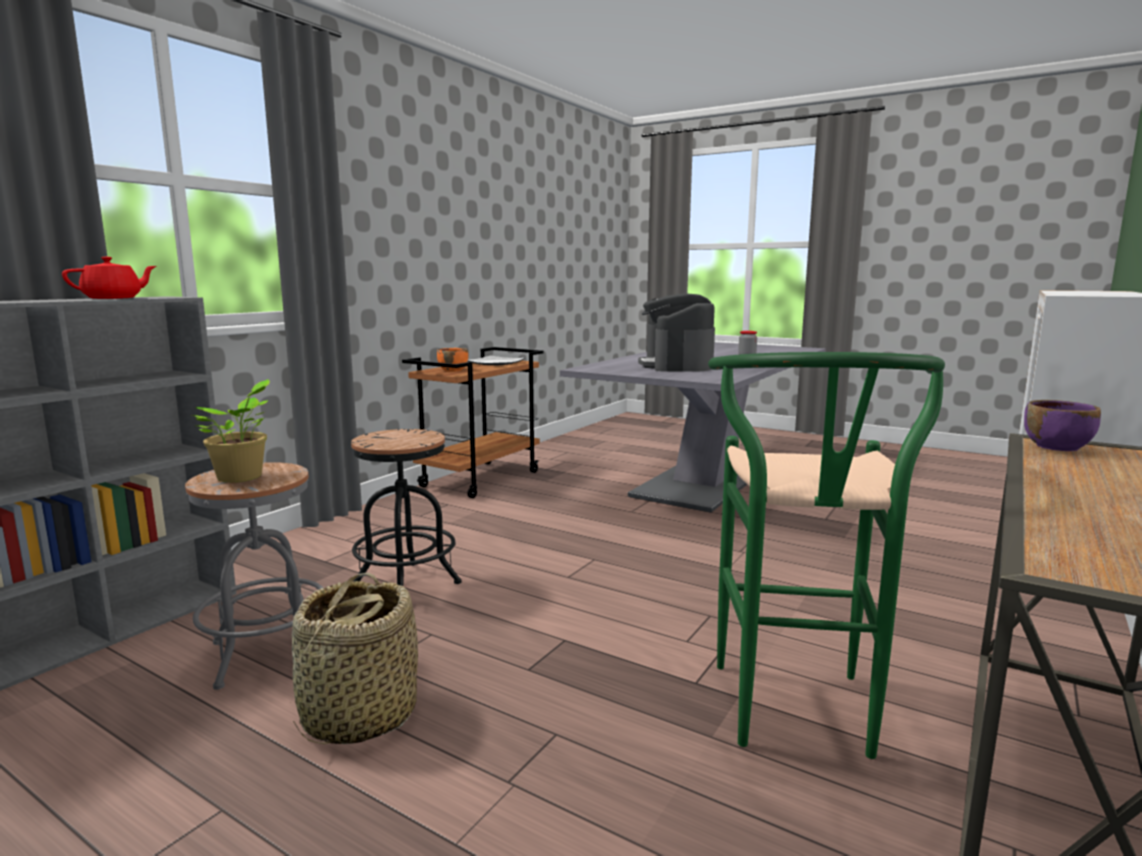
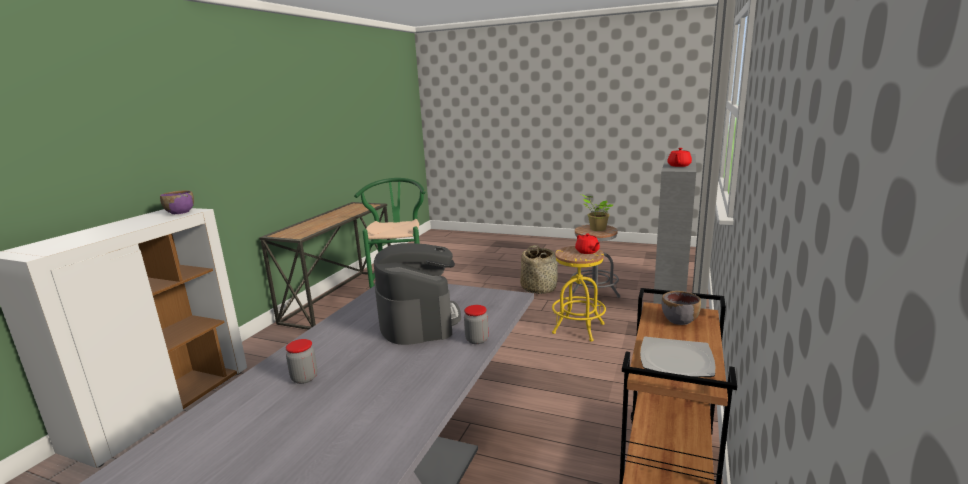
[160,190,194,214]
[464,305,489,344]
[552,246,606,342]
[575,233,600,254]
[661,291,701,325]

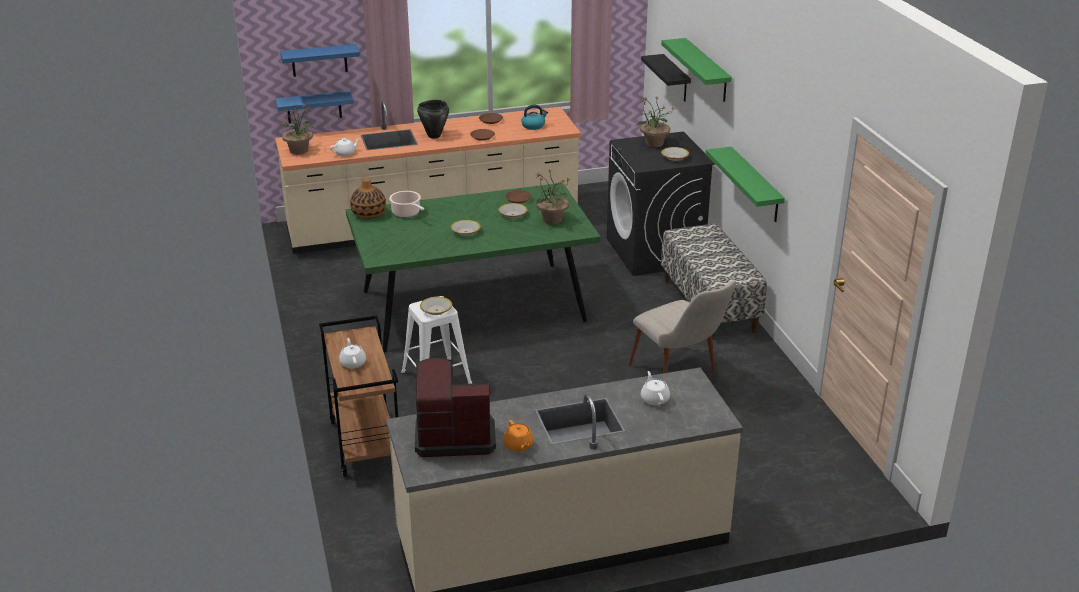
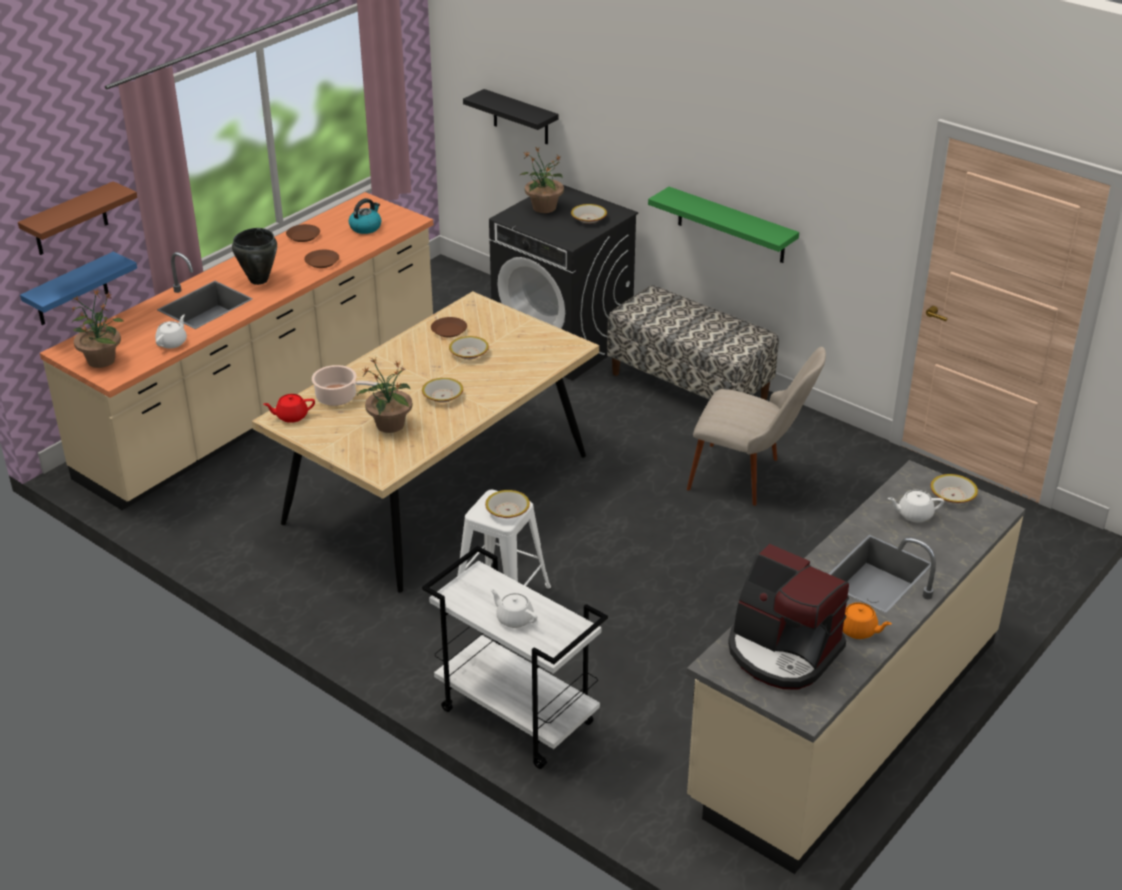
[18,181,138,255]
[252,291,599,593]
[263,394,315,423]
[357,358,413,433]
[422,546,608,769]
[728,544,849,690]
[888,490,944,522]
[930,474,978,503]
[661,38,732,102] (first image)

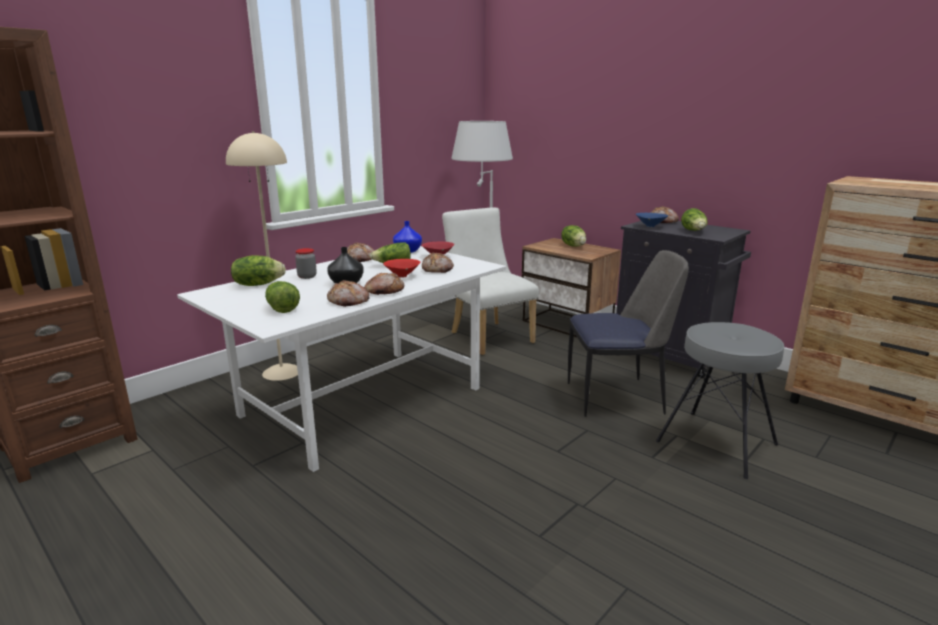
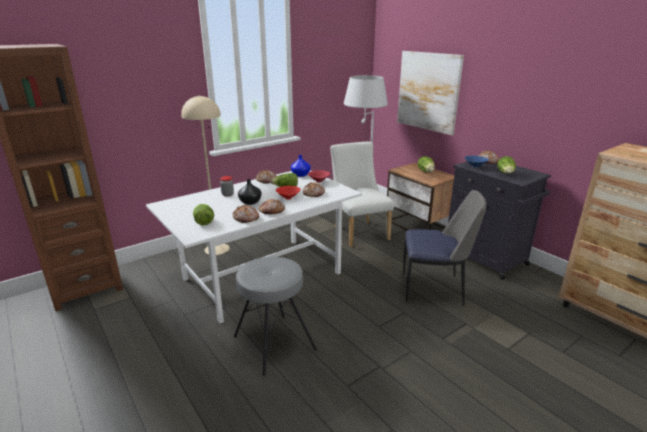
[234,257,317,376]
[397,51,464,135]
[231,255,286,286] (first image)

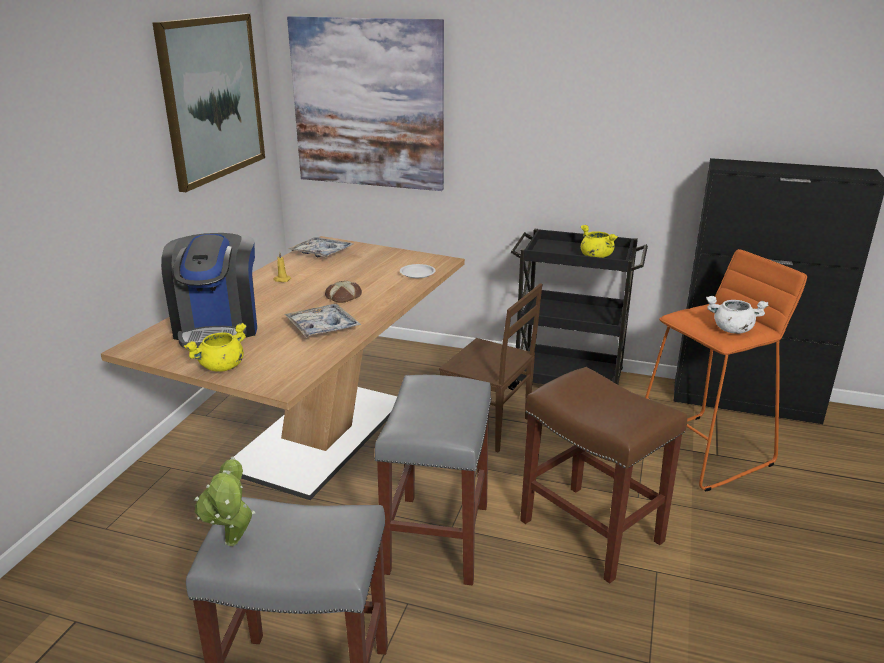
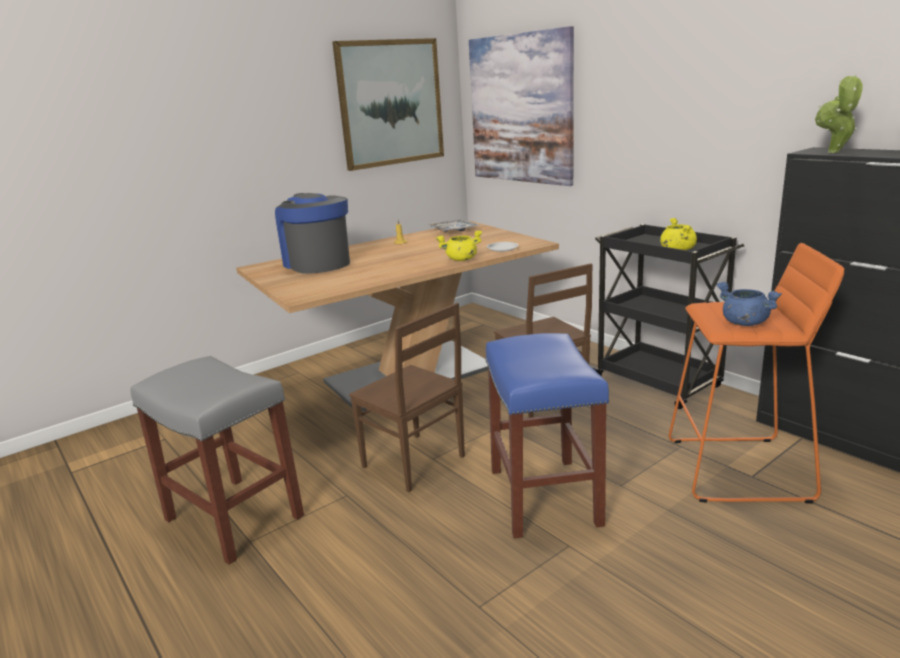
[275,193,350,274]
[349,303,465,492]
[436,230,482,261]
[485,333,609,538]
[716,282,782,326]
[815,74,864,153]
[284,304,361,338] (first image)
[325,281,362,303] (first image)

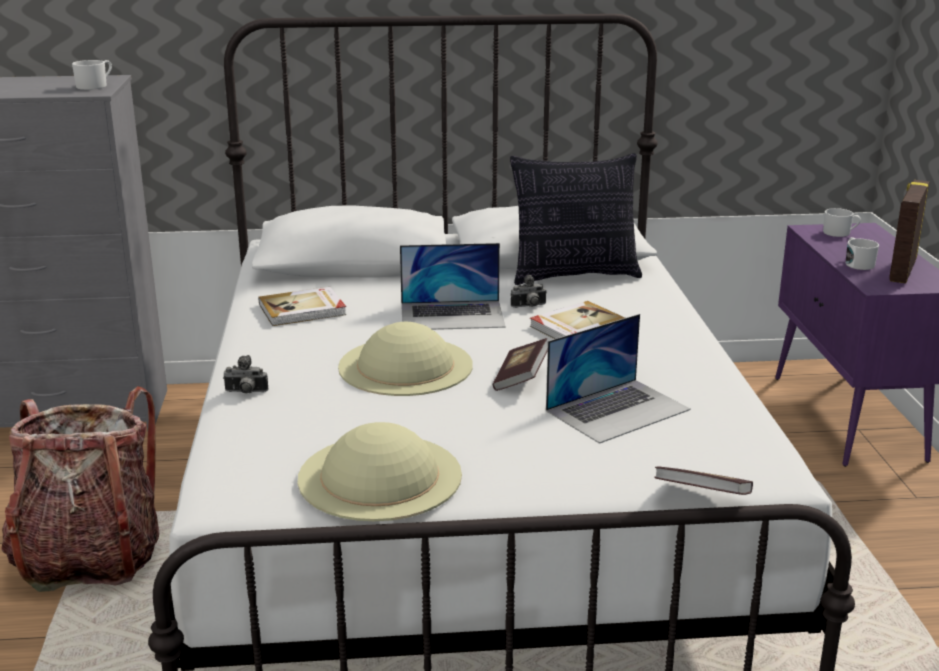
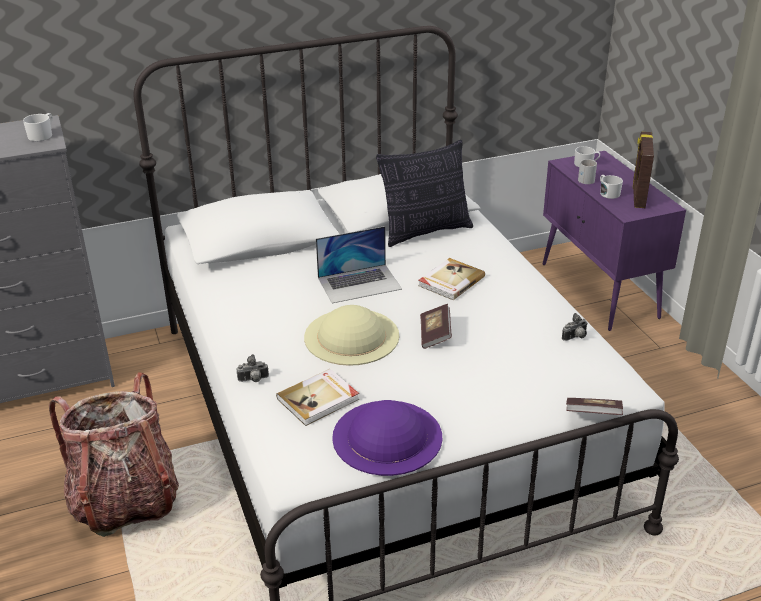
[276,369,359,426]
[332,400,442,476]
[562,313,588,341]
[578,159,597,184]
[546,314,691,444] (first image)

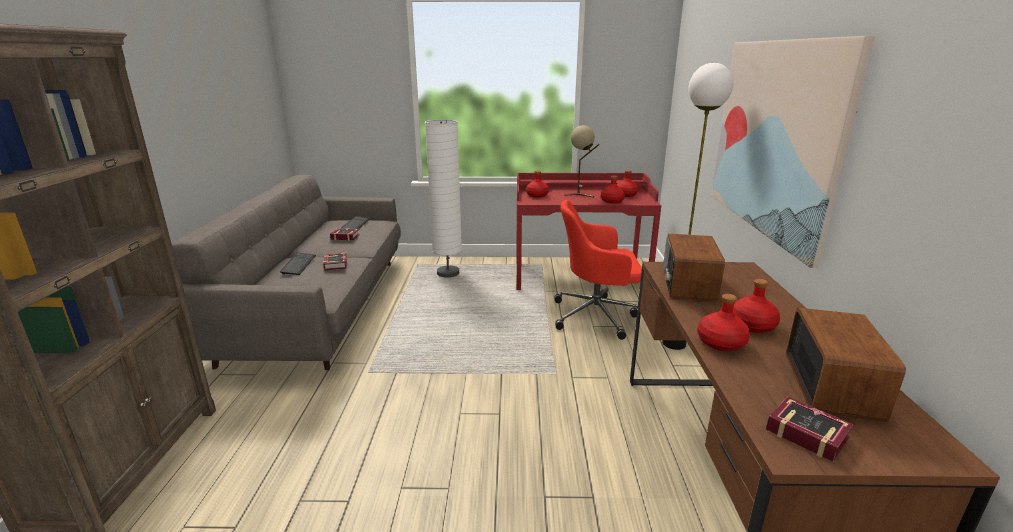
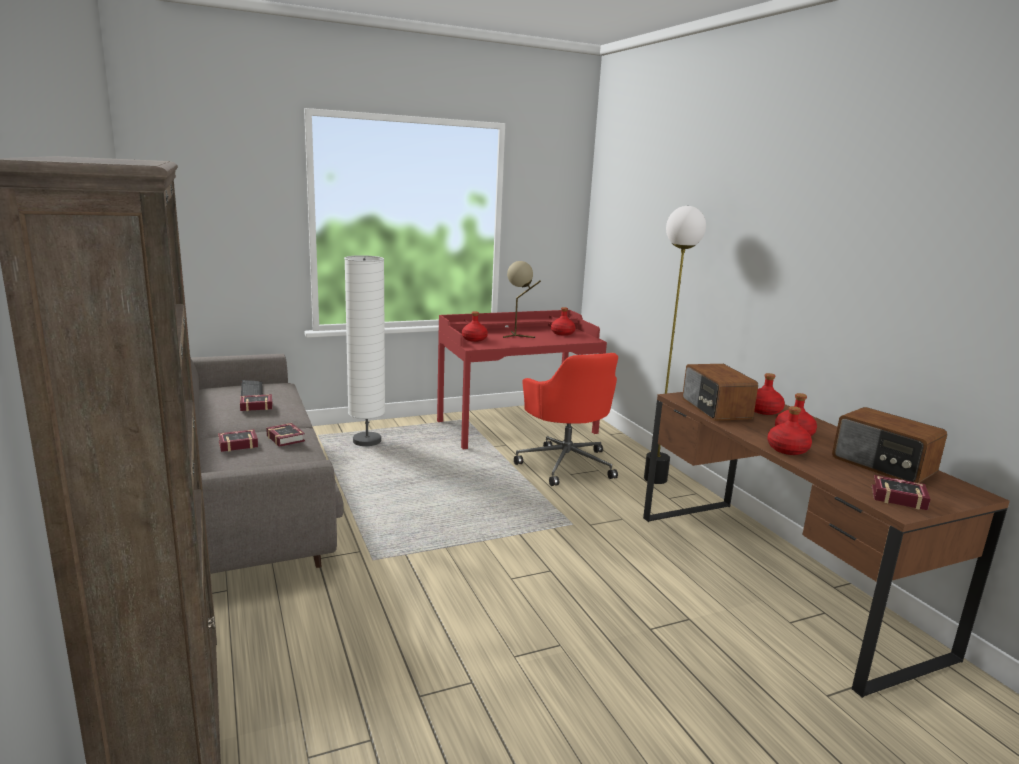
[218,429,258,452]
[514,353,618,486]
[754,373,785,415]
[832,407,947,483]
[711,36,875,268] (first image)

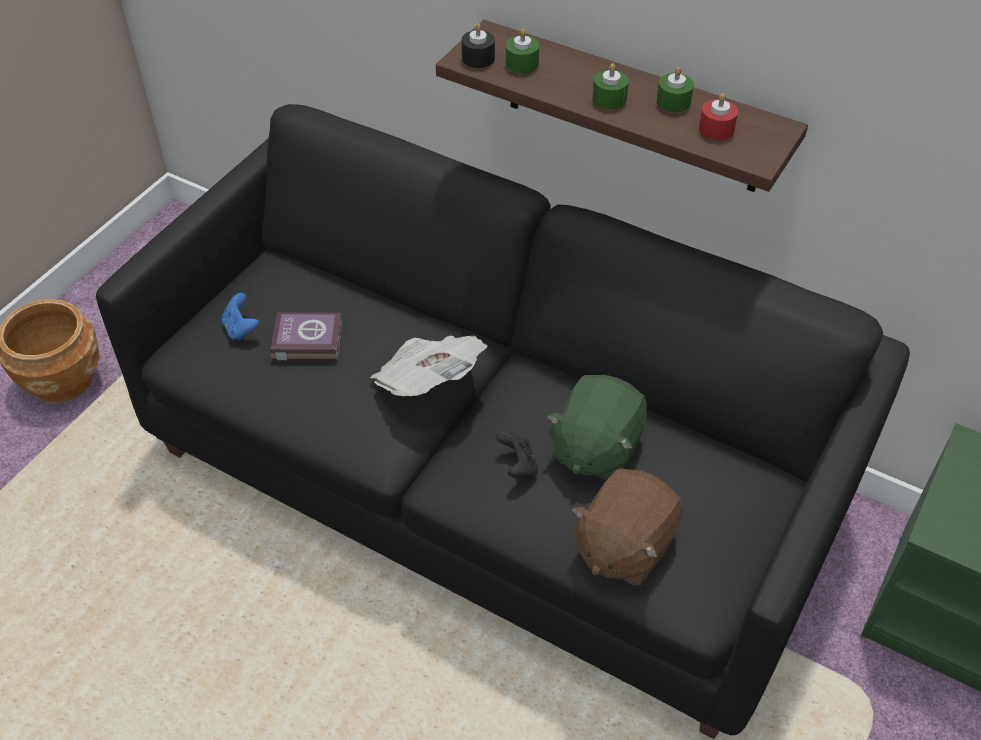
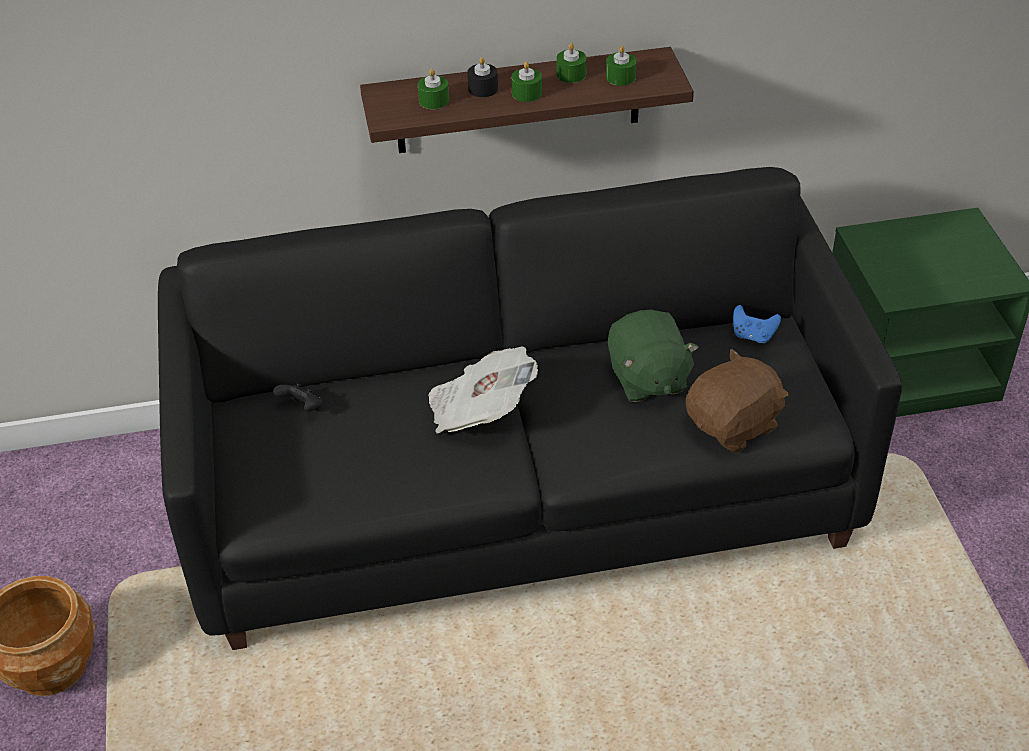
[273,383,322,412]
[467,57,498,97]
[606,46,637,86]
[686,348,789,453]
[733,305,781,344]
[270,312,342,361] (first image)

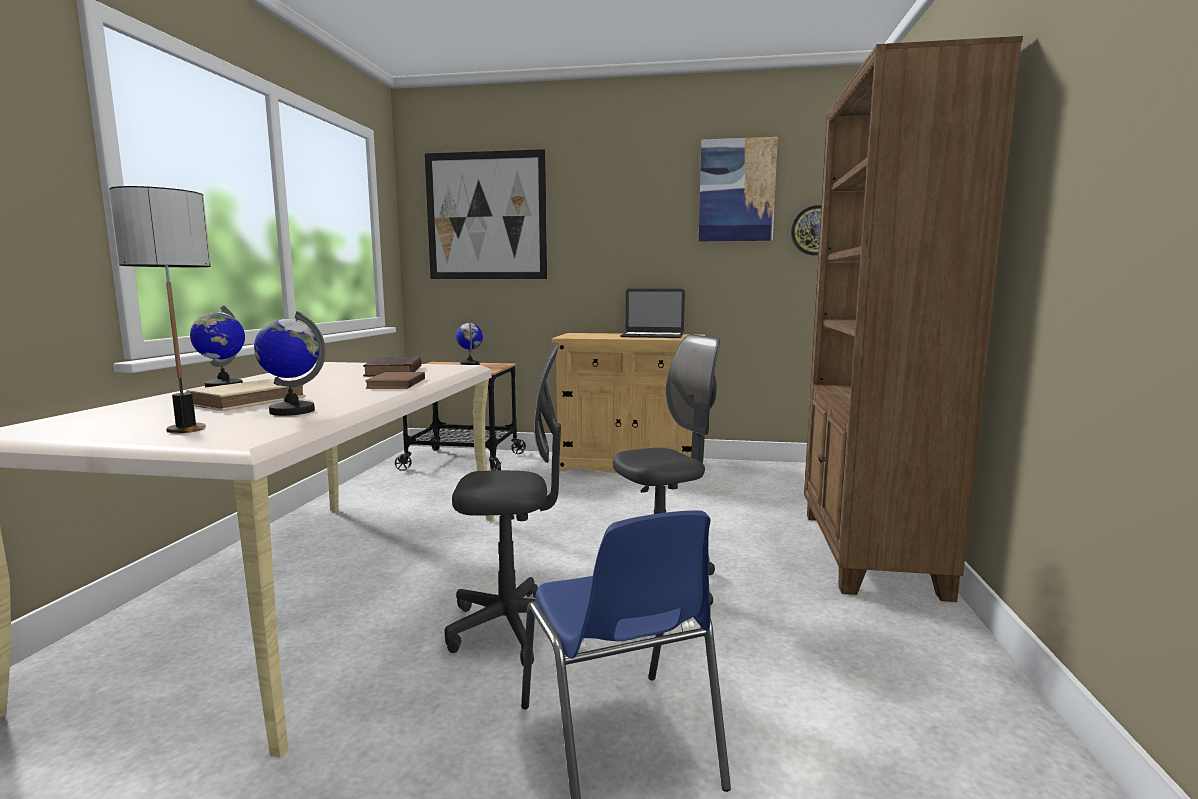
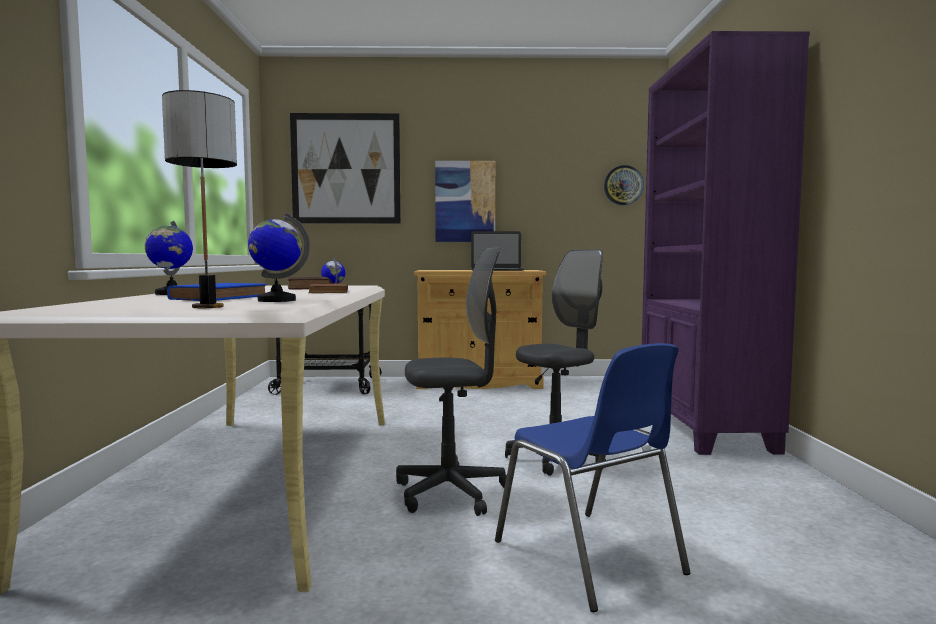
[167,283,267,301]
[435,161,495,242]
[642,31,810,455]

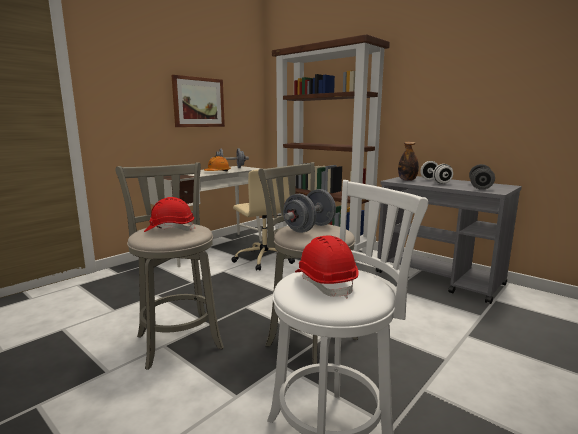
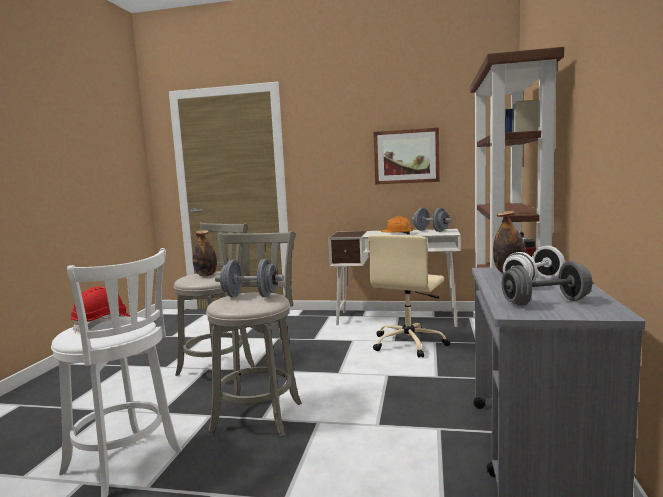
[193,230,217,276]

